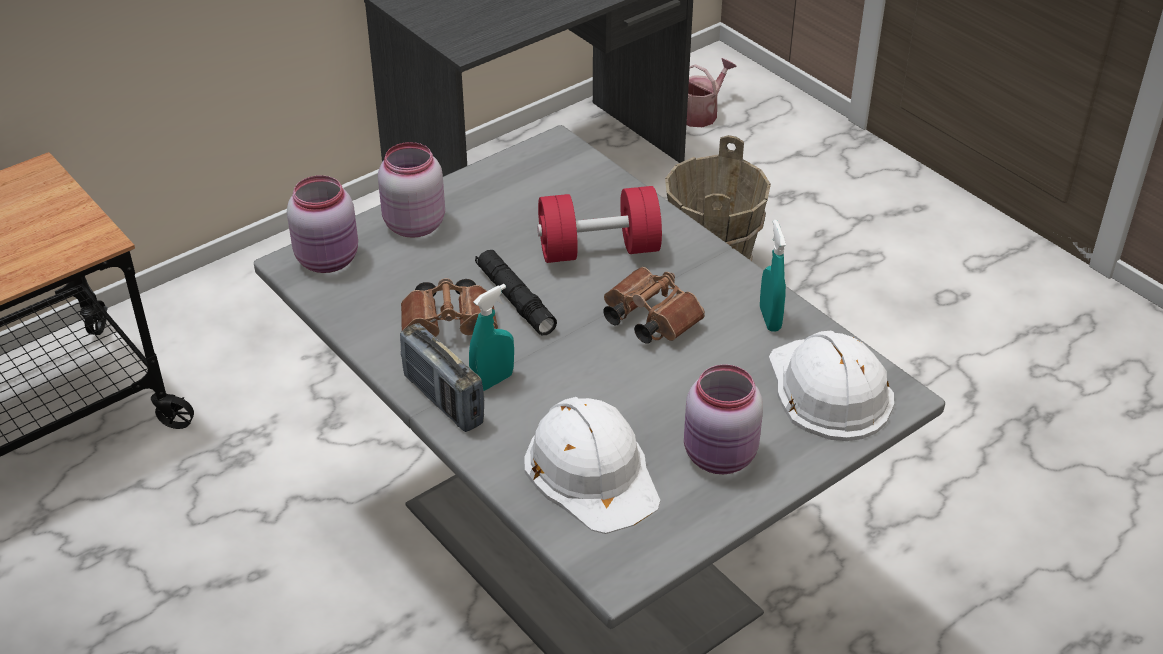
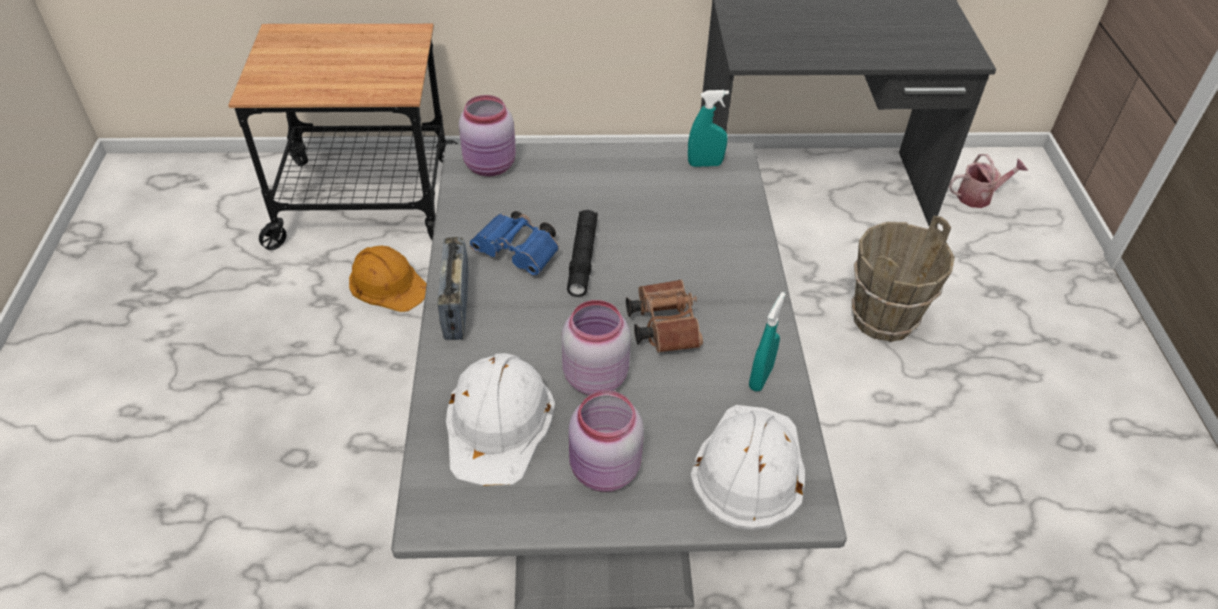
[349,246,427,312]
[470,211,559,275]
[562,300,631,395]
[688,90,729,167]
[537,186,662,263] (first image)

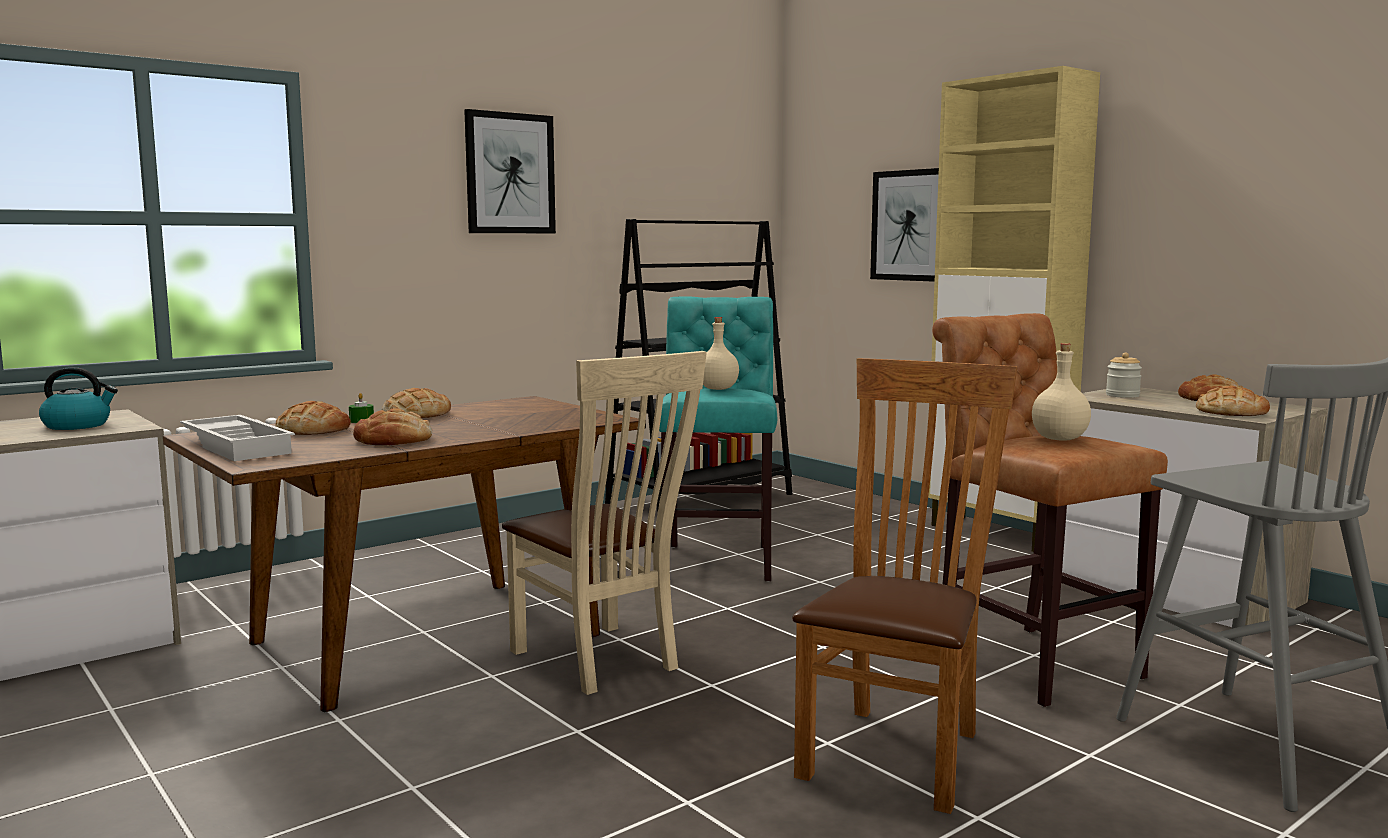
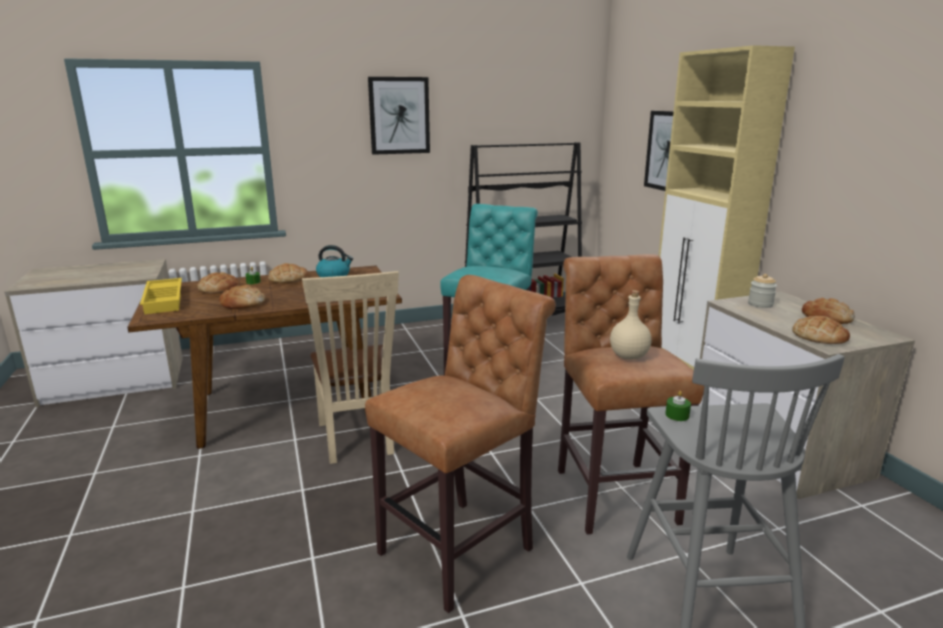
[140,278,182,314]
[316,245,353,277]
[365,275,556,613]
[665,391,691,421]
[703,317,739,390] (first image)

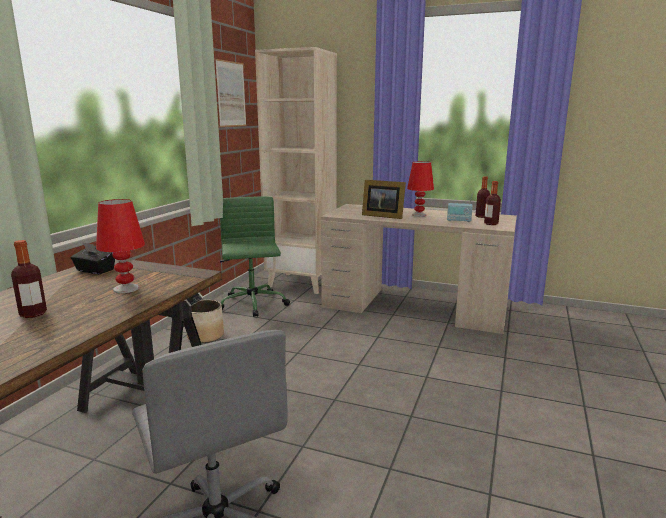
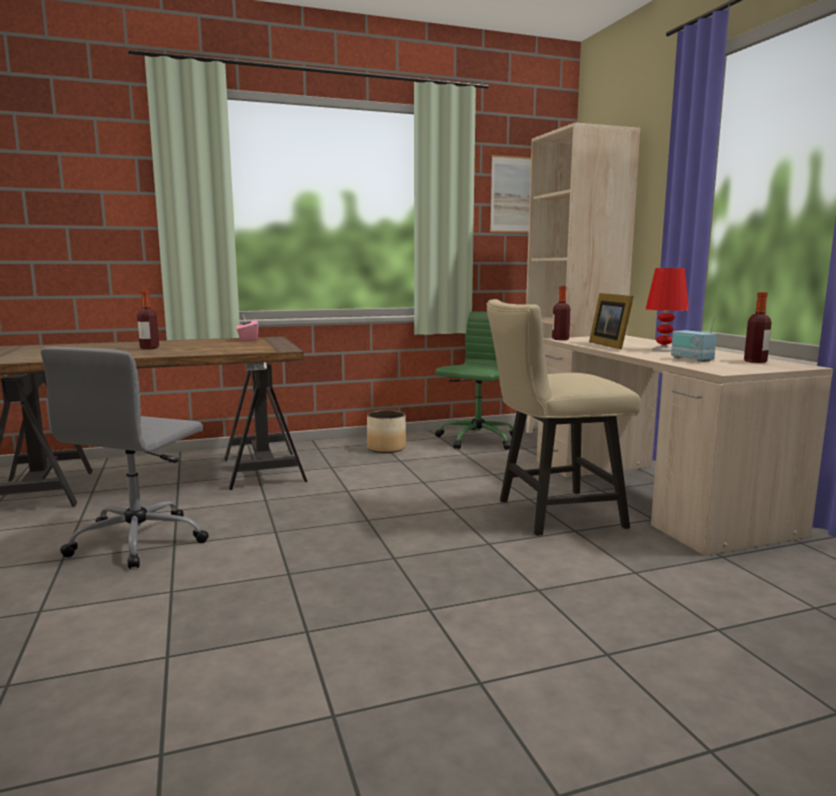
[236,314,258,341]
[487,299,641,536]
[552,286,571,340]
[96,199,145,293] (first image)

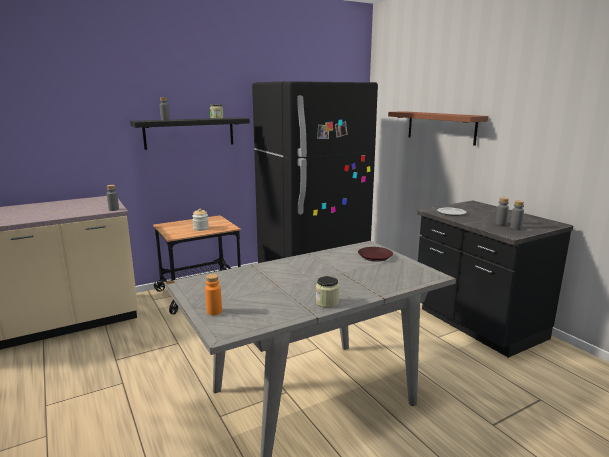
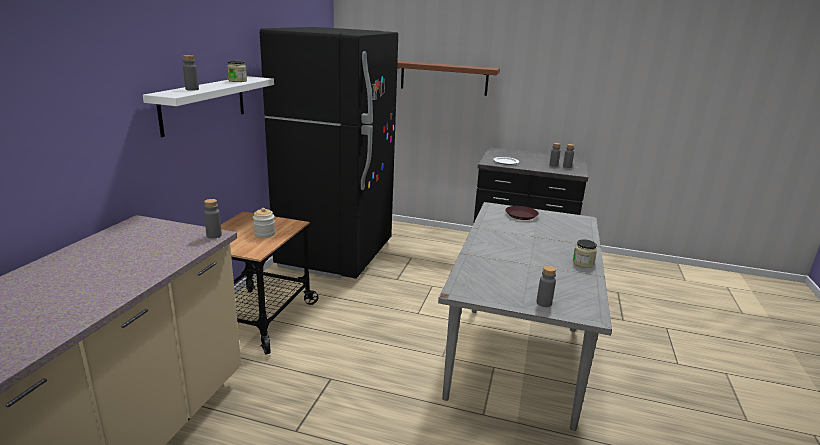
[143,76,274,137]
[536,266,556,307]

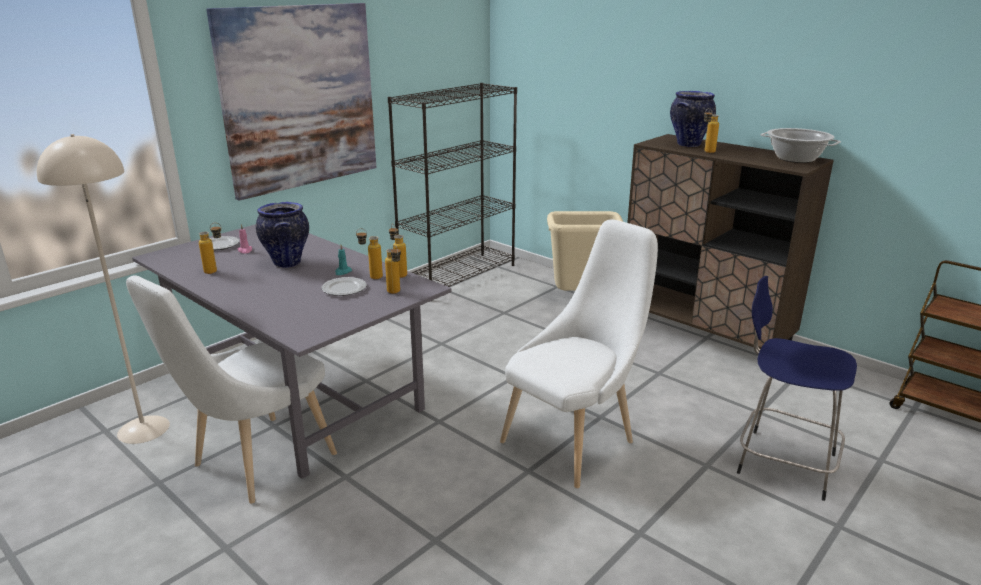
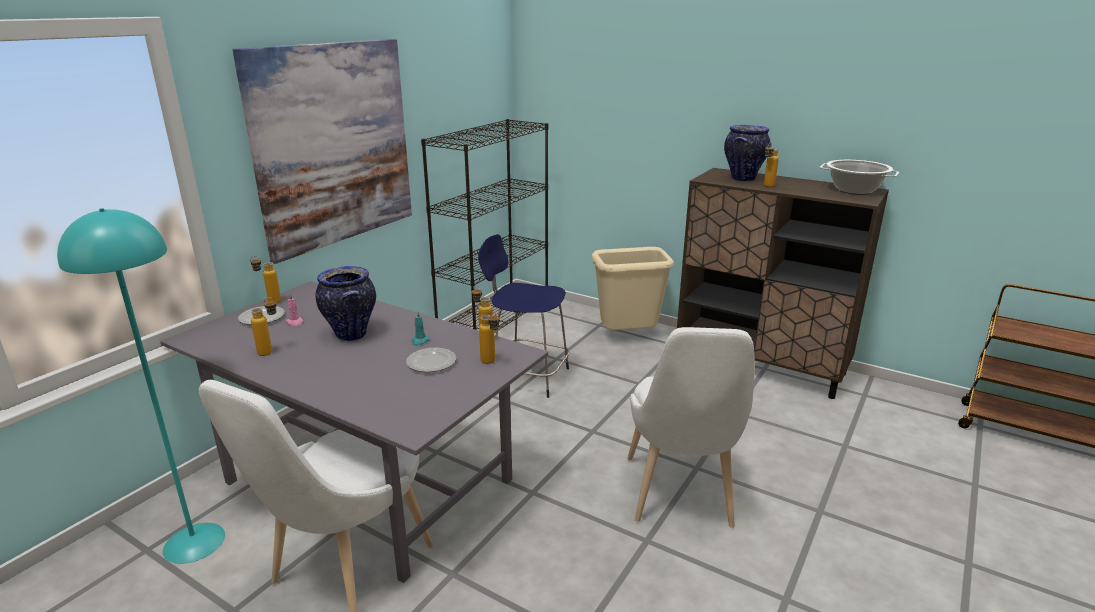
[57,208,225,564]
[250,256,281,303]
[478,234,570,398]
[627,327,755,528]

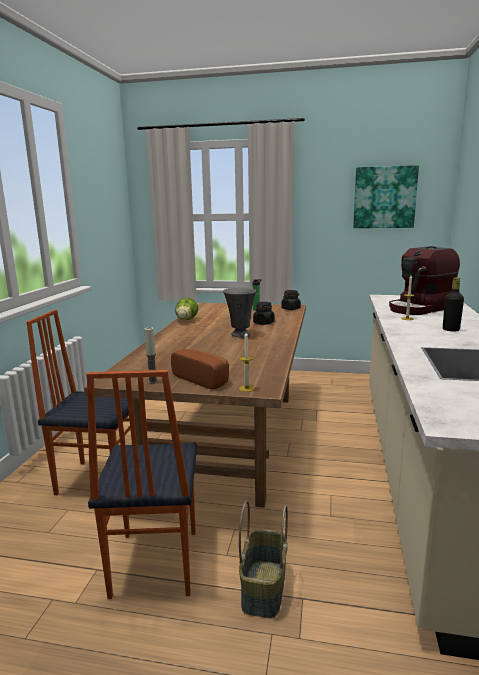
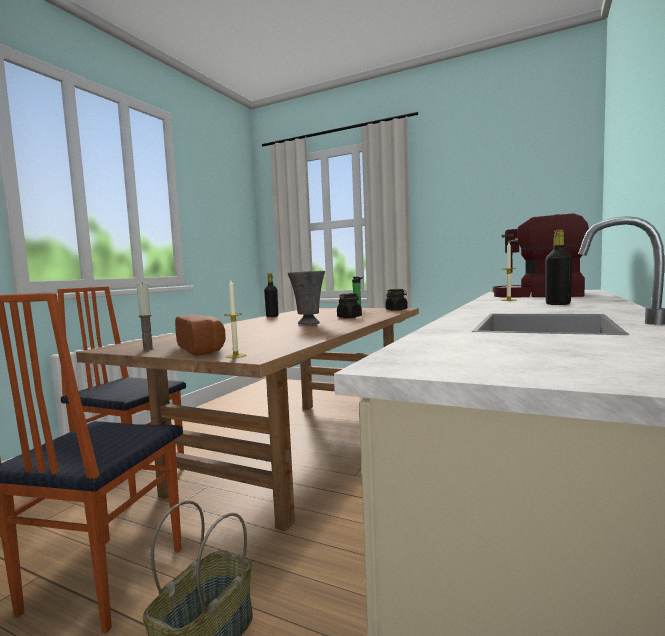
[264,273,278,317]
[493,213,589,298]
[353,165,419,228] (first image)

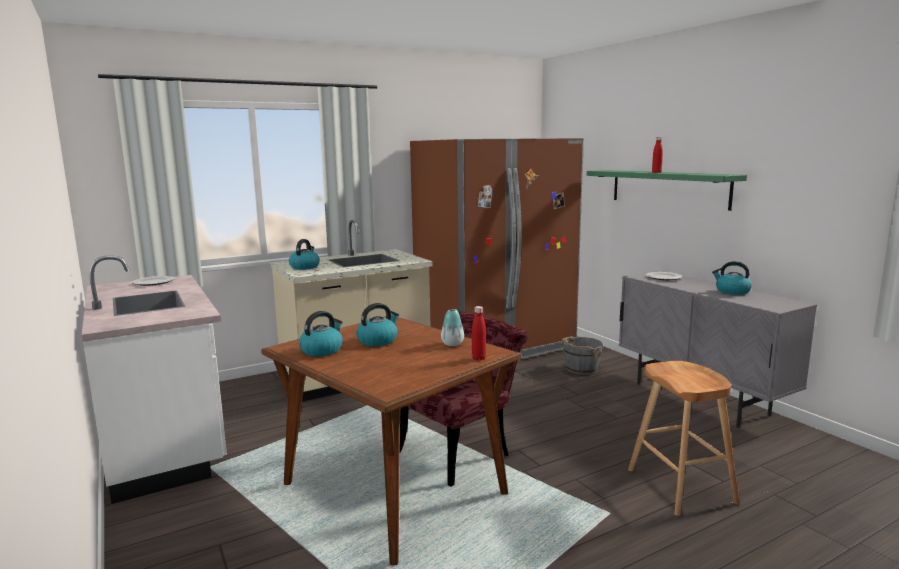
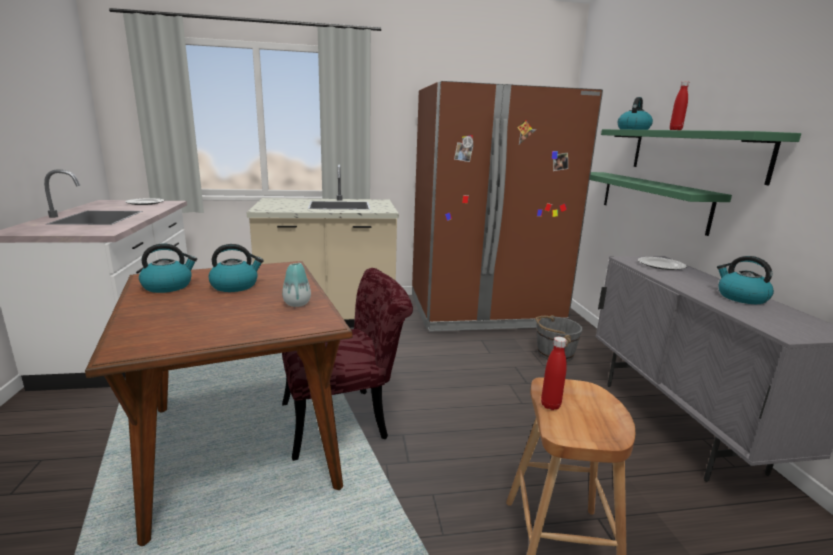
[541,337,567,410]
[590,172,732,236]
[618,97,653,130]

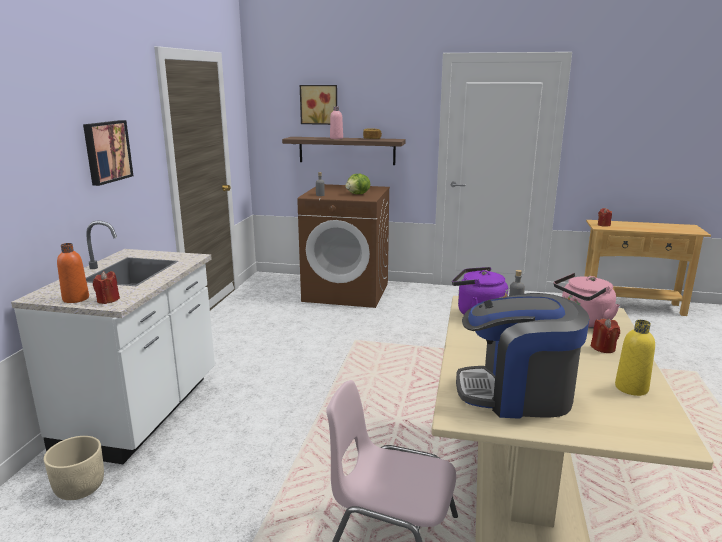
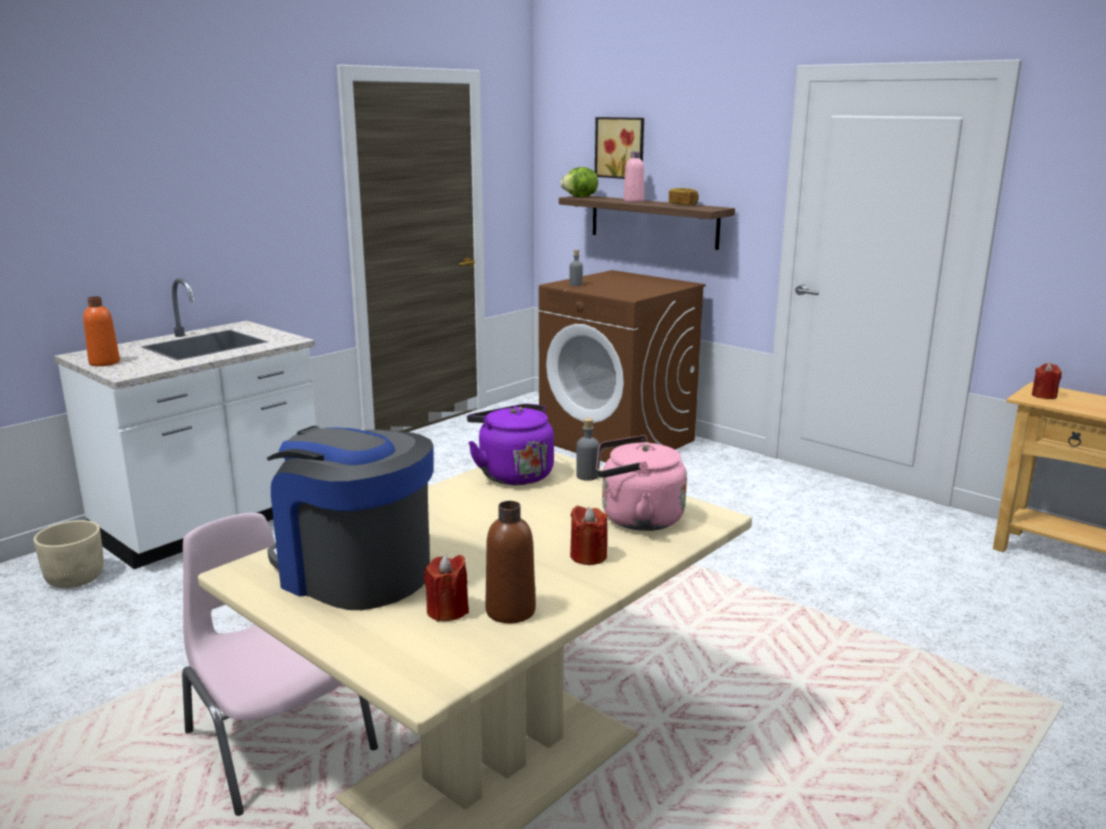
[424,555,469,622]
[486,501,536,623]
[560,167,598,197]
[83,120,133,186] (first image)

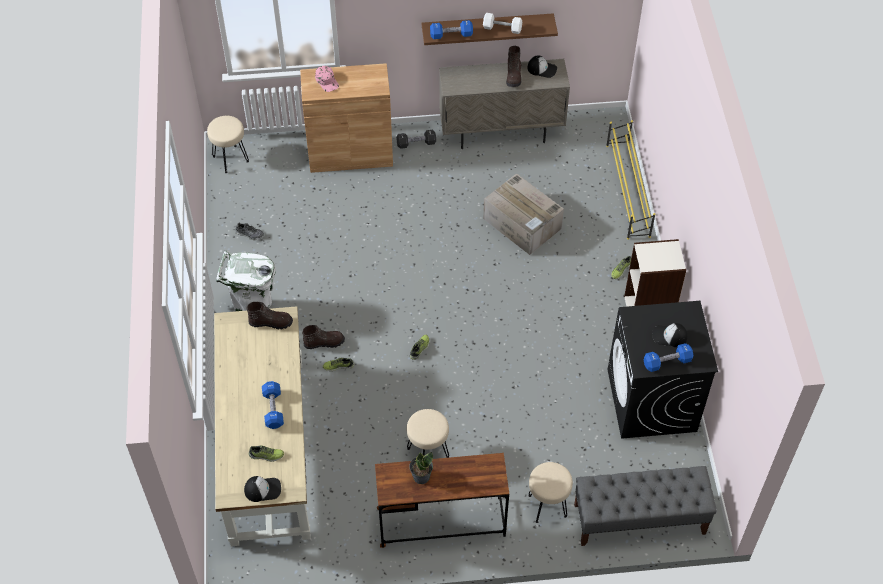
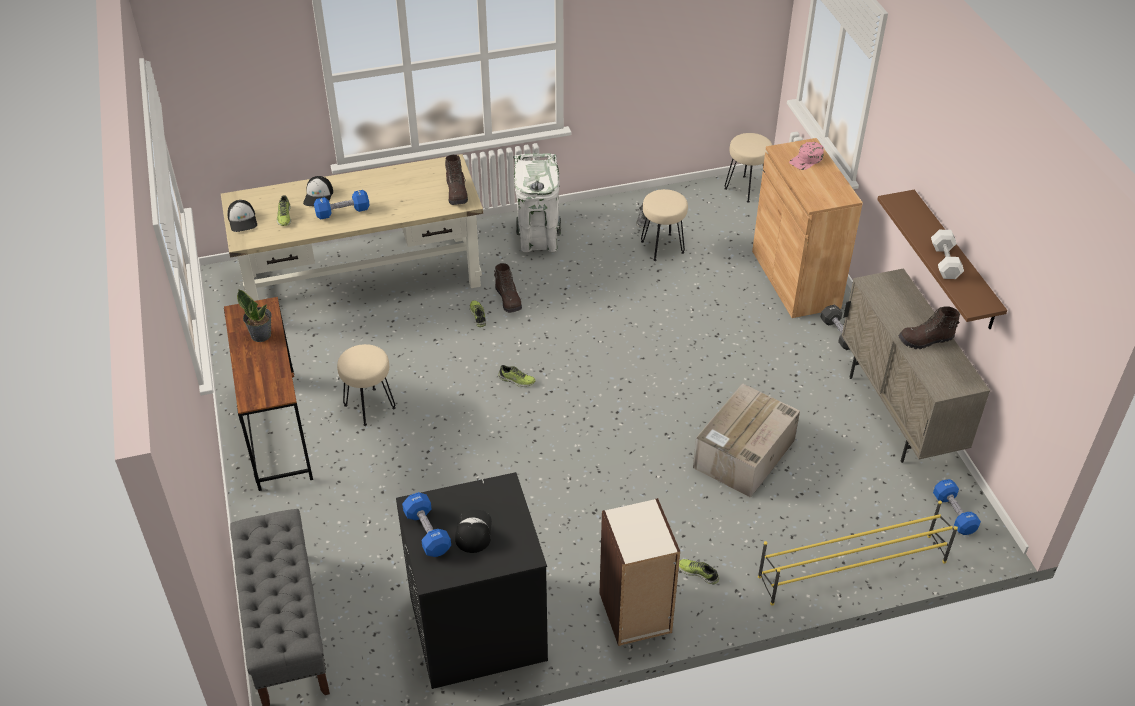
[303,176,333,206]
[641,189,688,261]
[933,479,981,535]

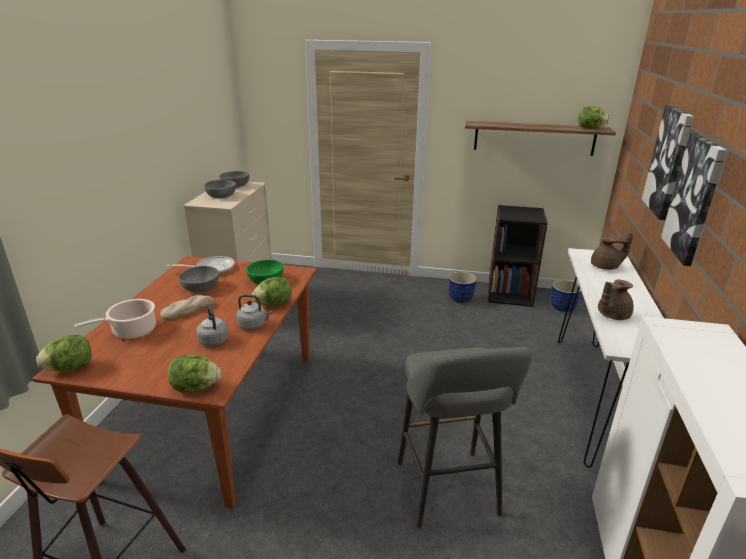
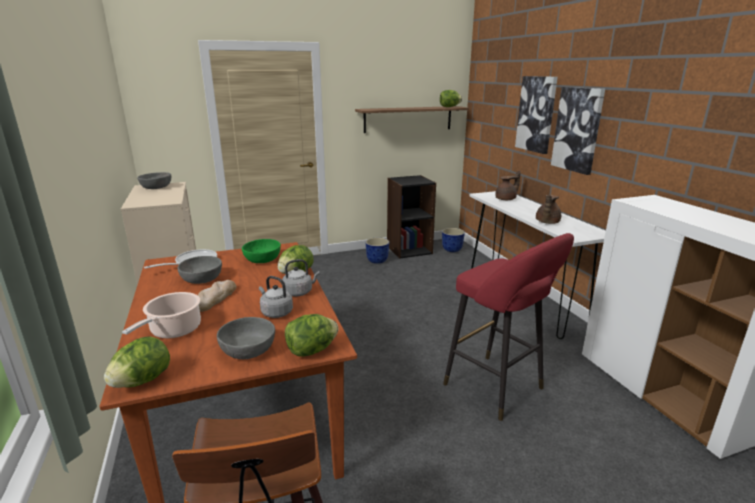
[217,317,275,359]
[443,233,574,421]

